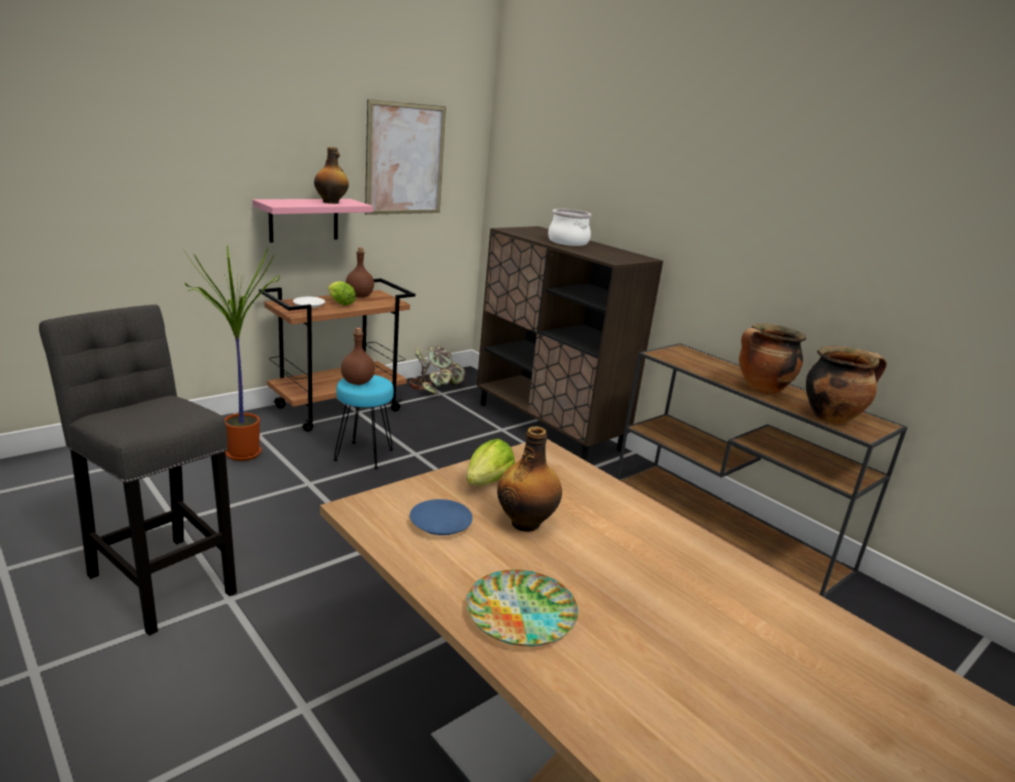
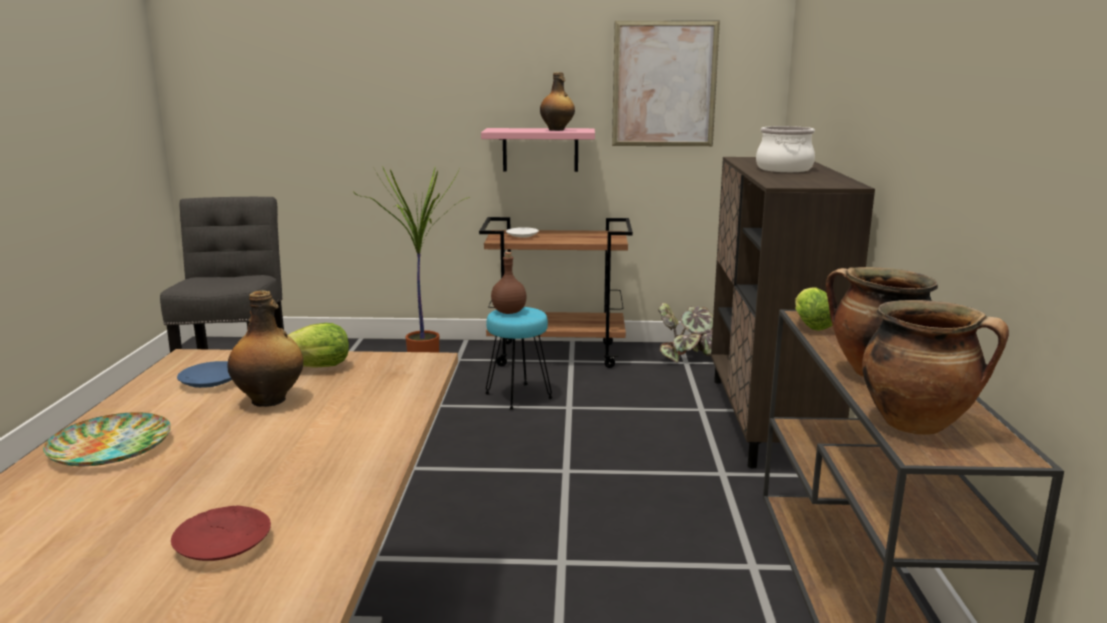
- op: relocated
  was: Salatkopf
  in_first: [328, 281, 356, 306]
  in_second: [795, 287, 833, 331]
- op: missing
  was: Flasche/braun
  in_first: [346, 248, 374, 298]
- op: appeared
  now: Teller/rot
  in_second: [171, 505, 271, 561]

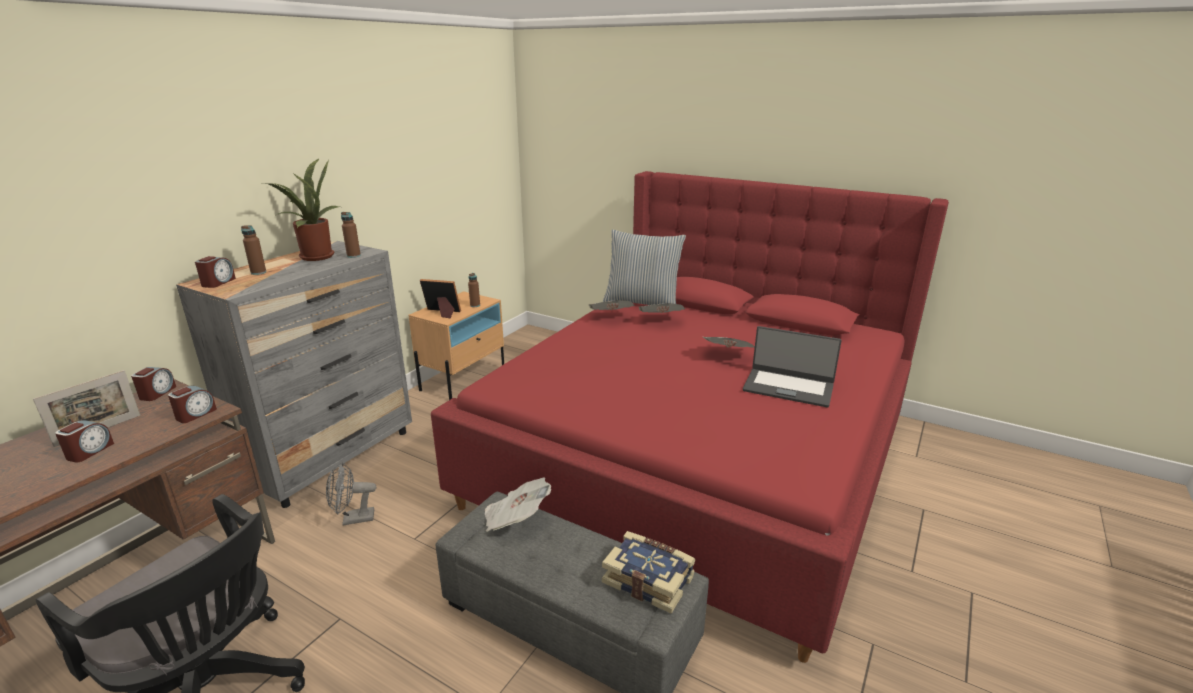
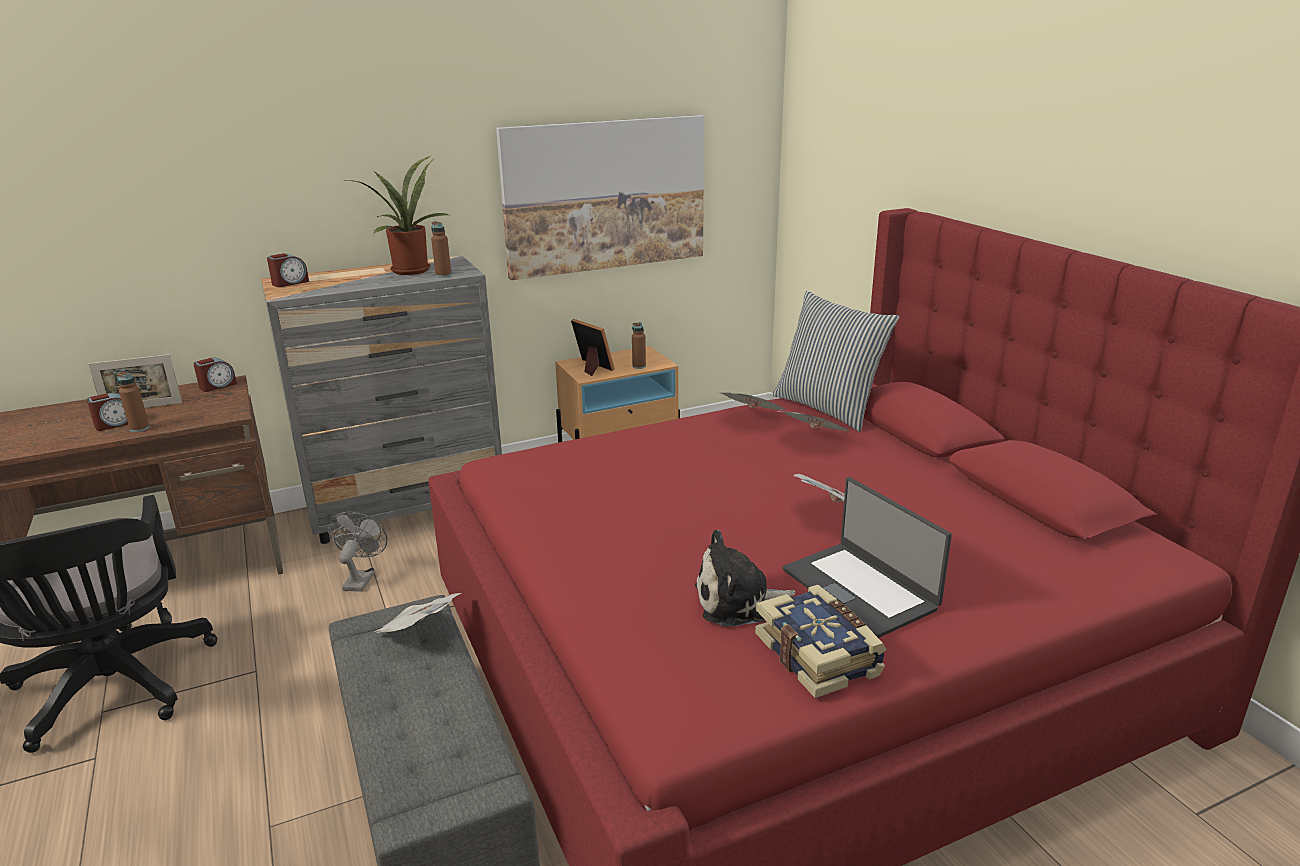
- op: missing
  was: Wecker
  in_first: [168, 386, 217, 423]
- op: relocated
  was: Flasche/braun
  in_first: [241, 225, 266, 275]
  in_second: [117, 372, 150, 432]
- op: spun
  was: Ventilator/grau
  in_first: [326, 461, 376, 525]
  in_second: [328, 512, 387, 592]
  clockwise: 75
- op: relocated
  was: Buch
  in_first: [602, 531, 695, 614]
  in_second: [755, 585, 887, 698]
- op: appeared
  now: Bild
  in_second: [496, 115, 704, 280]
- op: appeared
  now: Plüschtier
  in_second: [695, 530, 795, 626]

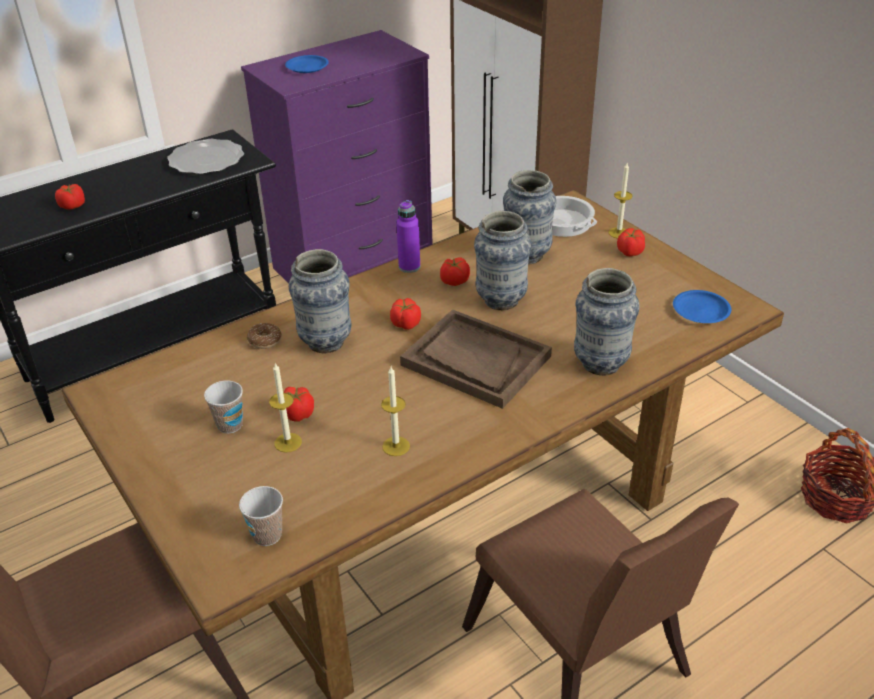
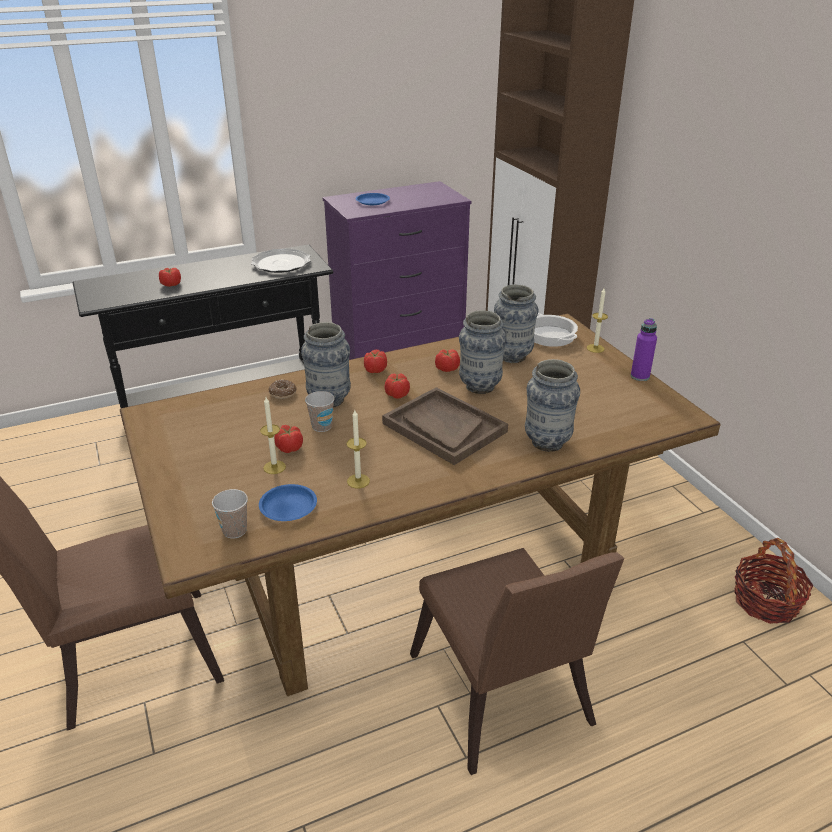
- op: relocated
  was: Tasse
  in_first: [204, 380, 243, 434]
  in_second: [305, 391, 334, 432]
- op: relocated
  was: Flasche/lila
  in_first: [396, 200, 420, 273]
  in_second: [631, 318, 657, 381]
- op: relocated
  was: Tomate
  in_first: [617, 228, 645, 256]
  in_second: [364, 350, 387, 373]
- op: relocated
  was: Teller/blau
  in_first: [673, 290, 731, 323]
  in_second: [259, 484, 317, 521]

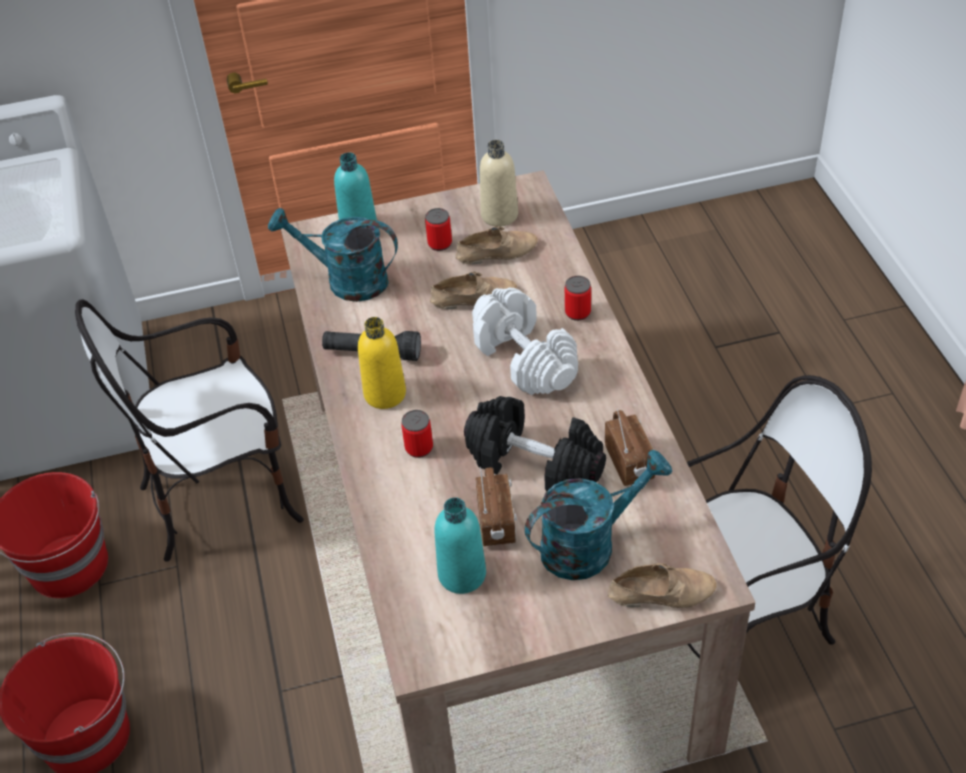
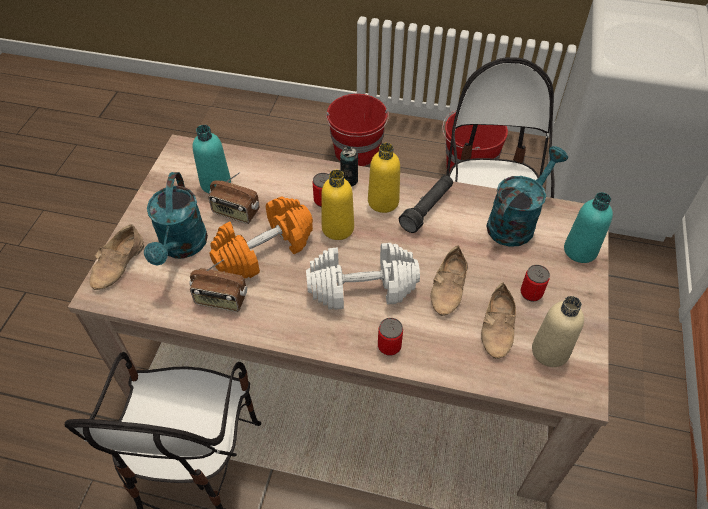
- op: colour
  was: Hantel/schwarz
  now: Hantel/orange
  in_first: [464, 396, 606, 492]
  in_second: [209, 197, 313, 279]
- op: appeared
  now: Flasche/gelb
  in_second: [321, 170, 354, 240]
- op: appeared
  now: Dose
  in_second: [340, 147, 358, 186]

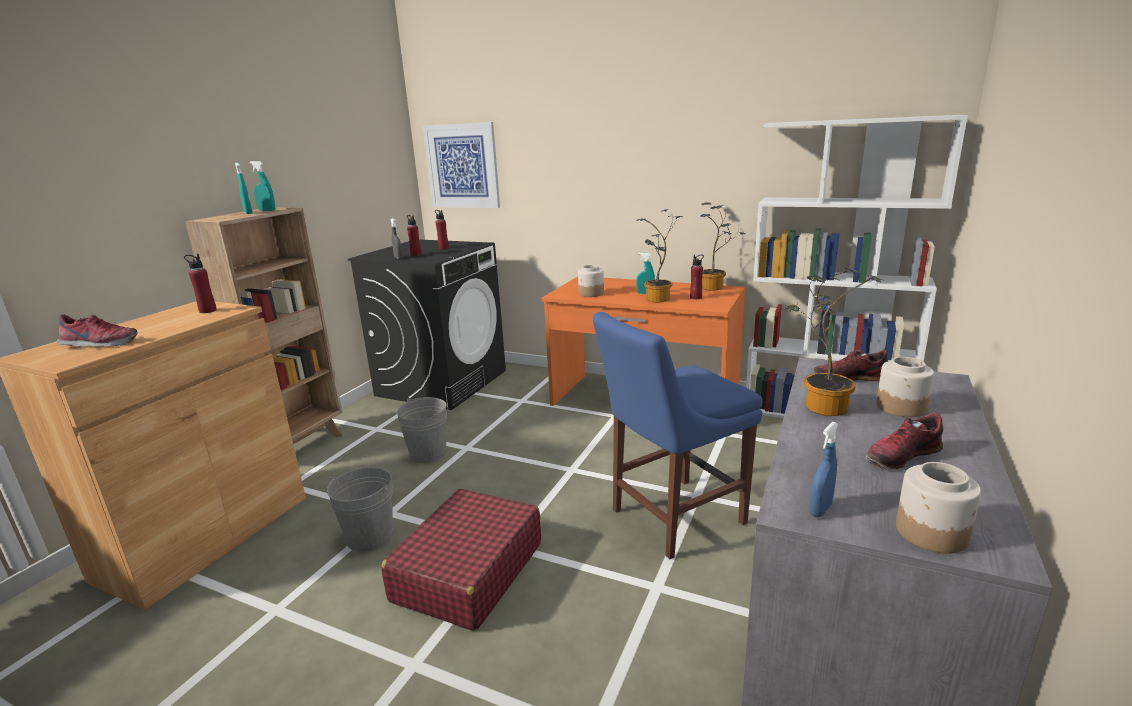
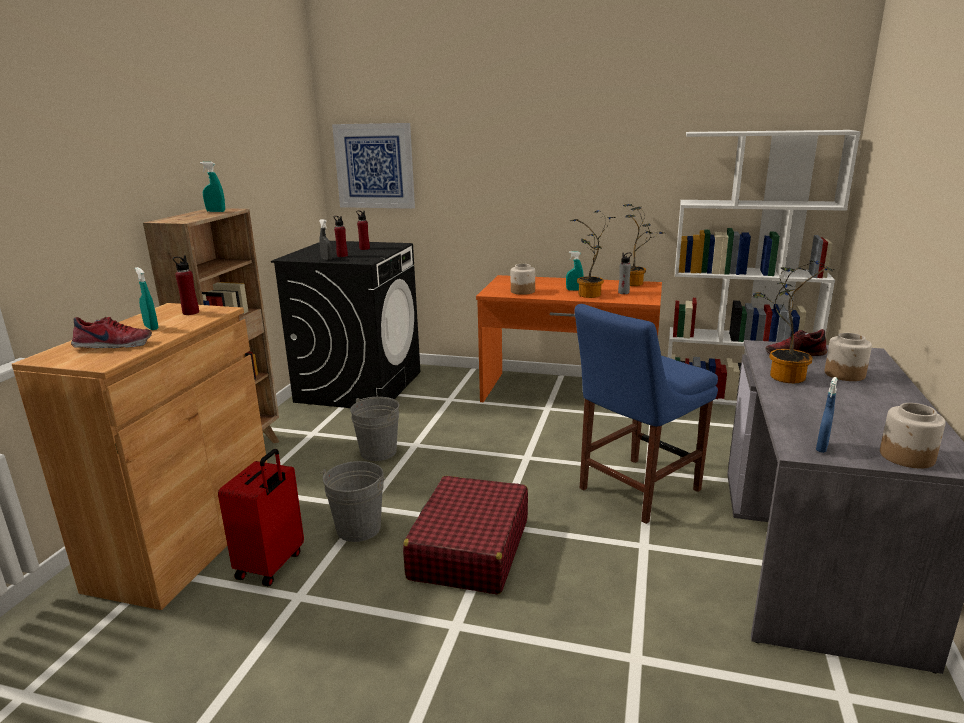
- op: relocated
  was: Sprühflasche/türkis
  in_first: [235, 162, 253, 214]
  in_second: [135, 267, 158, 330]
- op: colour
  was: Flasche/rot
  now: Flasche/grau
  in_first: [690, 255, 704, 299]
  in_second: [618, 252, 632, 294]
- op: missing
  was: Schuh
  in_first: [866, 412, 943, 470]
- op: appeared
  now: Koffer/rot
  in_second: [218, 449, 304, 586]

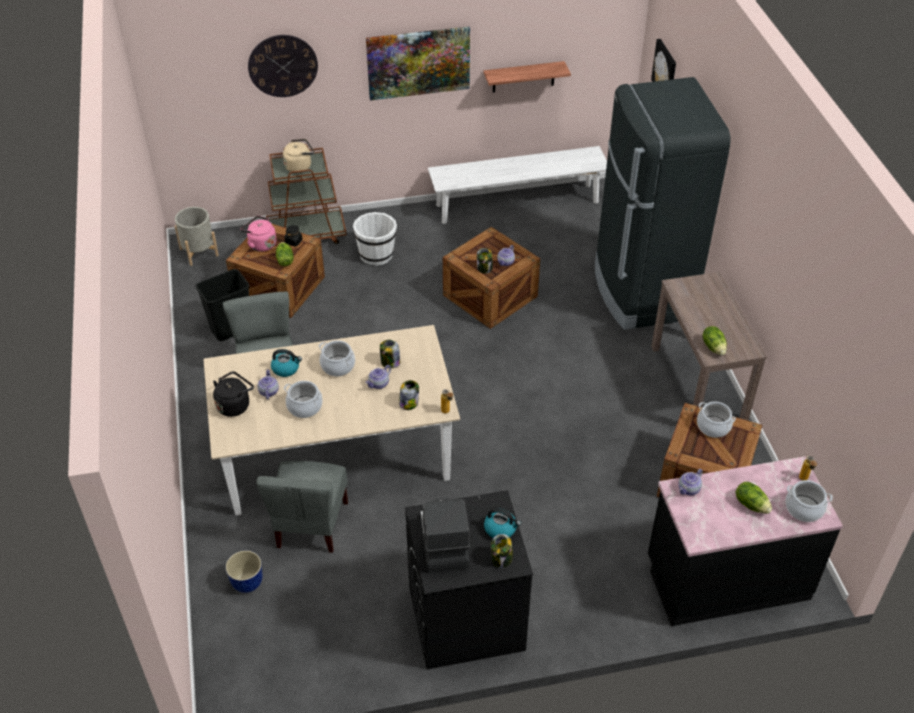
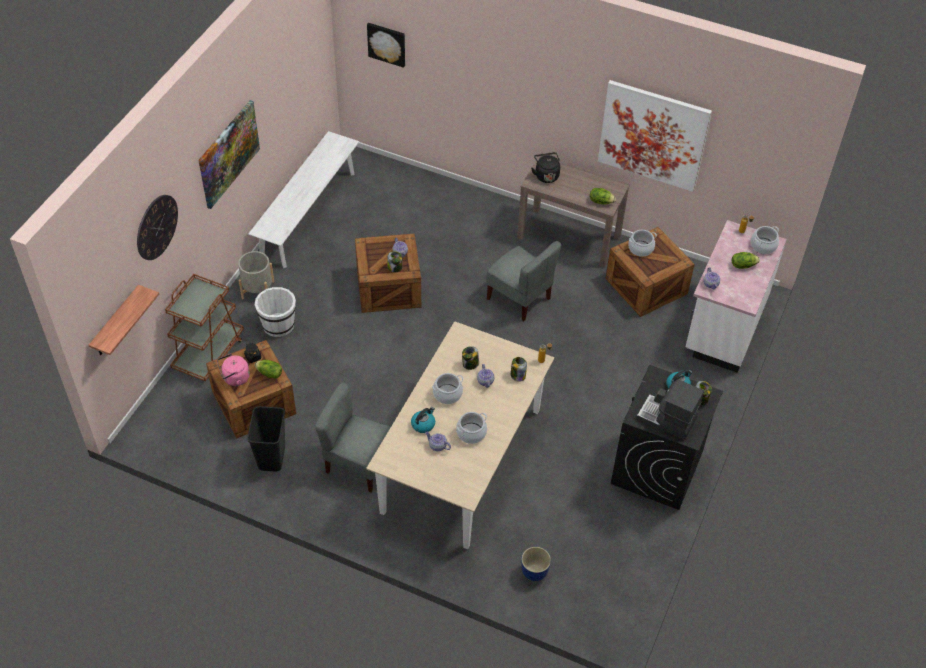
- op: relocated
  was: Pflanzkübel/grau
  in_first: [175, 207, 219, 266]
  in_second: [238, 251, 274, 300]
- op: relocated
  was: Wasserkessel/schwarz
  in_first: [213, 371, 254, 417]
  in_second: [531, 152, 560, 183]
- op: relocated
  was: Stuhl/grau
  in_first: [256, 461, 348, 553]
  in_second: [486, 241, 561, 321]
- op: missing
  was: Wasserkessel/beige
  in_first: [283, 139, 314, 173]
- op: relocated
  was: Wandregal
  in_first: [484, 61, 571, 93]
  in_second: [89, 285, 159, 355]
- op: missing
  was: Kühlschrank/schwarz
  in_first: [595, 77, 731, 330]
- op: colour
  was: Küchenzeile/schwarz
  now: Küchenzeile/weiß
  in_first: [648, 456, 843, 626]
  in_second: [685, 220, 787, 373]
- op: appeared
  now: Bild
  in_second: [598, 80, 712, 192]

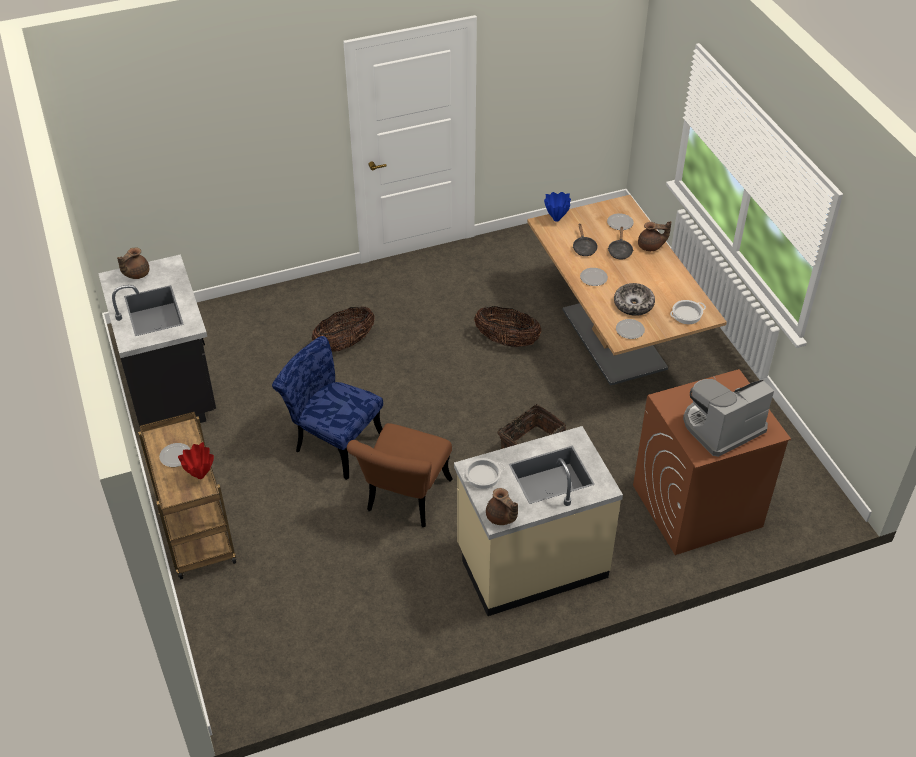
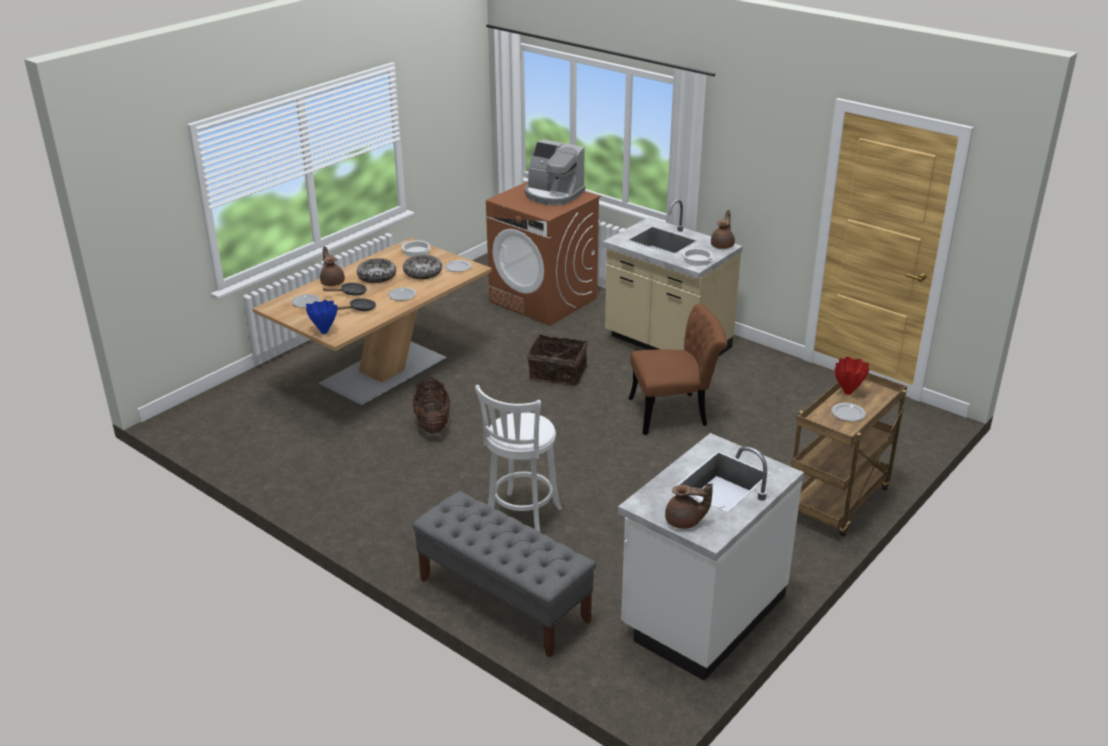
- op: colour
  was: Küchenzeile/schwarz
  now: Küchenzeile/weiß
  in_first: [98, 254, 216, 427]
  in_second: [618, 433, 804, 681]
- op: missing
  was: Stuhl/blau
  in_first: [272, 336, 383, 480]
- op: exchanged
  was: Korb
  now: Hocker/weiß
  in_first: [312, 306, 374, 352]
  in_second: [475, 385, 562, 532]
- op: appeared
  now: Schüssel
  in_second: [357, 258, 396, 283]
- op: appeared
  now: Bank/grau
  in_second: [412, 491, 596, 657]

